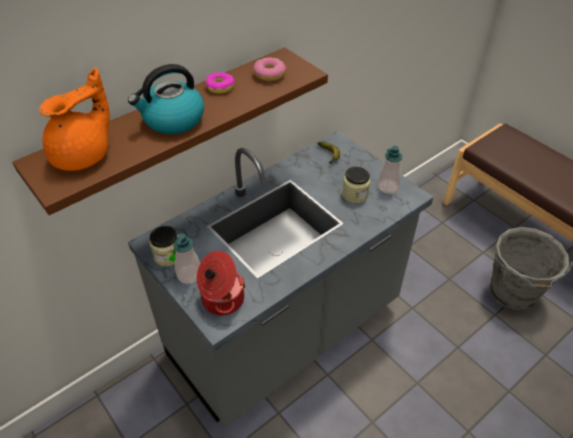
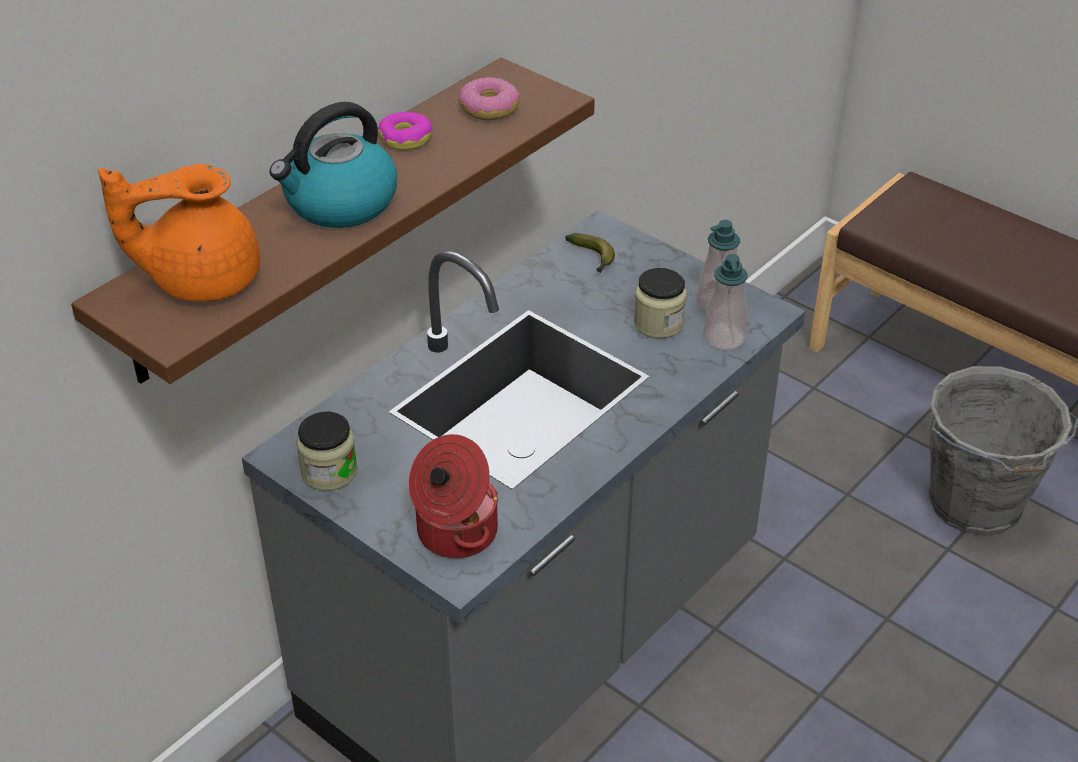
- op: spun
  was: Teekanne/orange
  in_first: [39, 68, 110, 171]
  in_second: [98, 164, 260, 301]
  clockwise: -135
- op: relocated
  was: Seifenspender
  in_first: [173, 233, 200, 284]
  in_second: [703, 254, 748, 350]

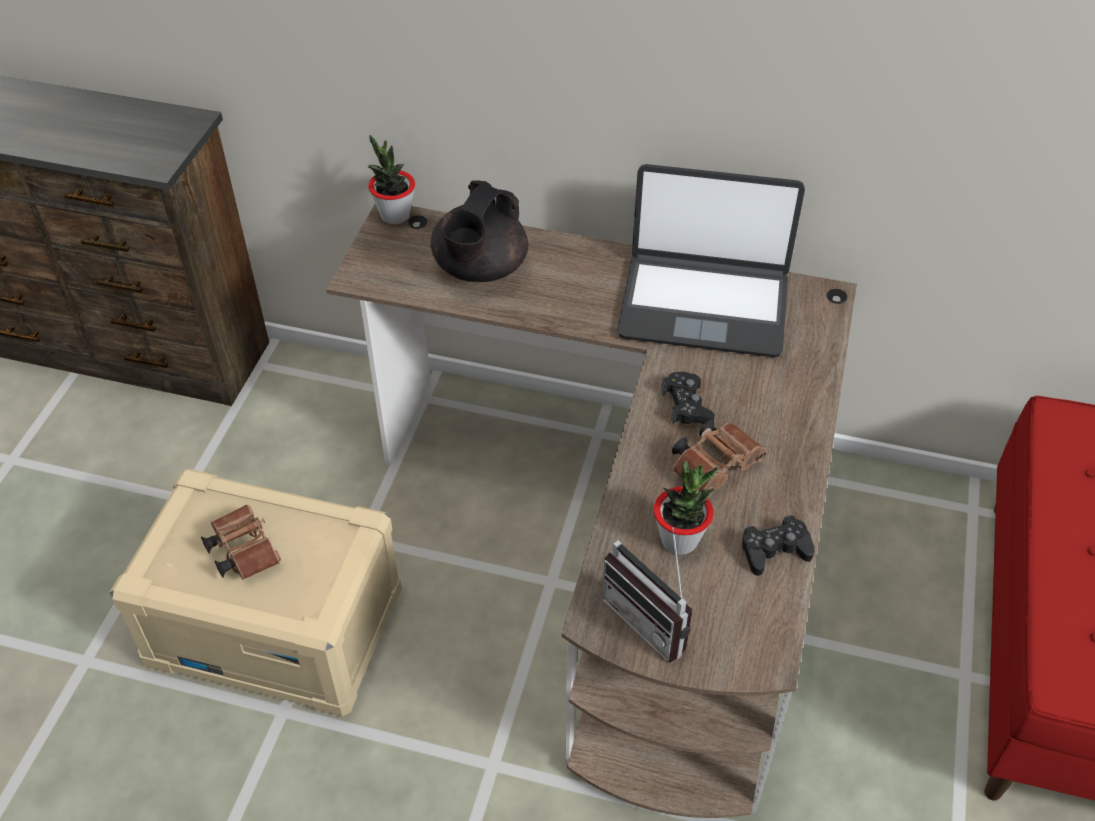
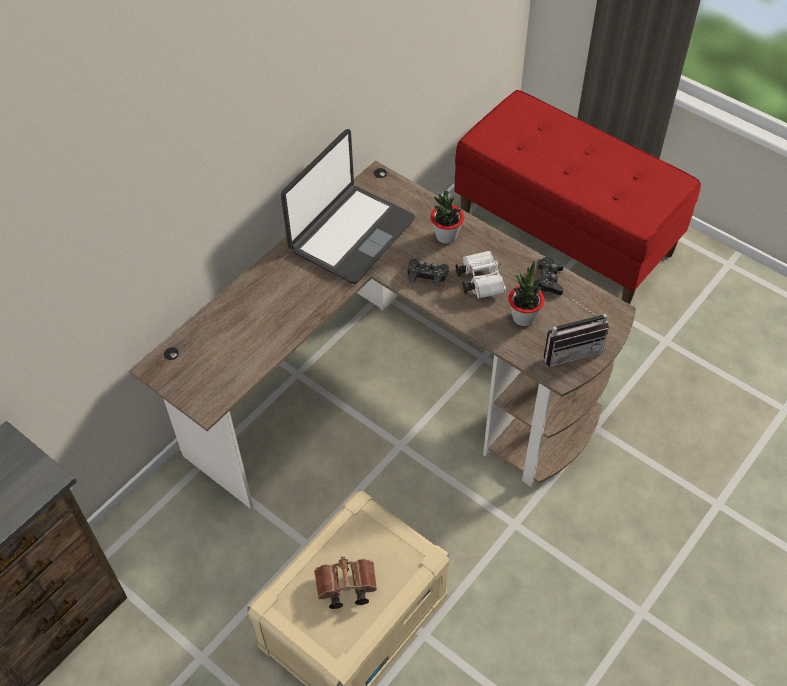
- op: relocated
  was: Topfpflanze
  in_first: [368, 135, 415, 225]
  in_second: [430, 191, 464, 244]
- op: missing
  was: Teekanne/schwarz
  in_first: [431, 180, 528, 282]
- op: colour
  was: Fernglas/braun
  now: Fernglas/weiß
  in_first: [672, 420, 767, 497]
  in_second: [456, 251, 506, 299]

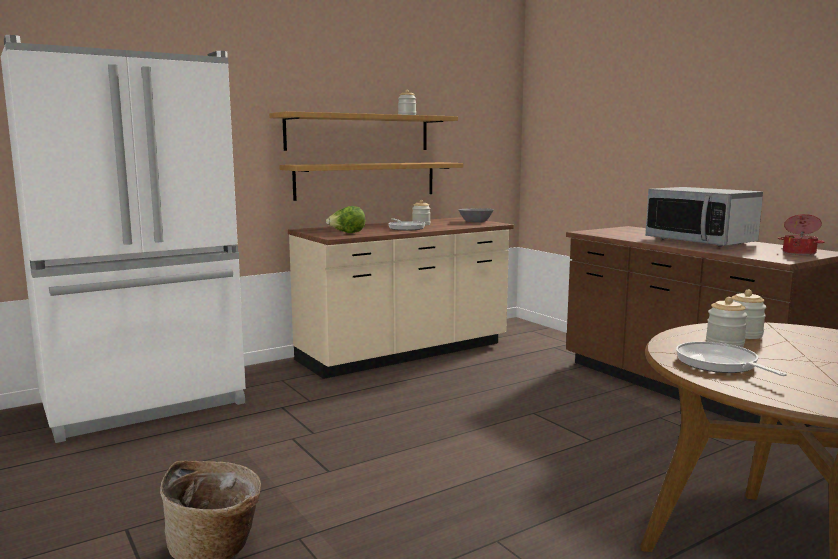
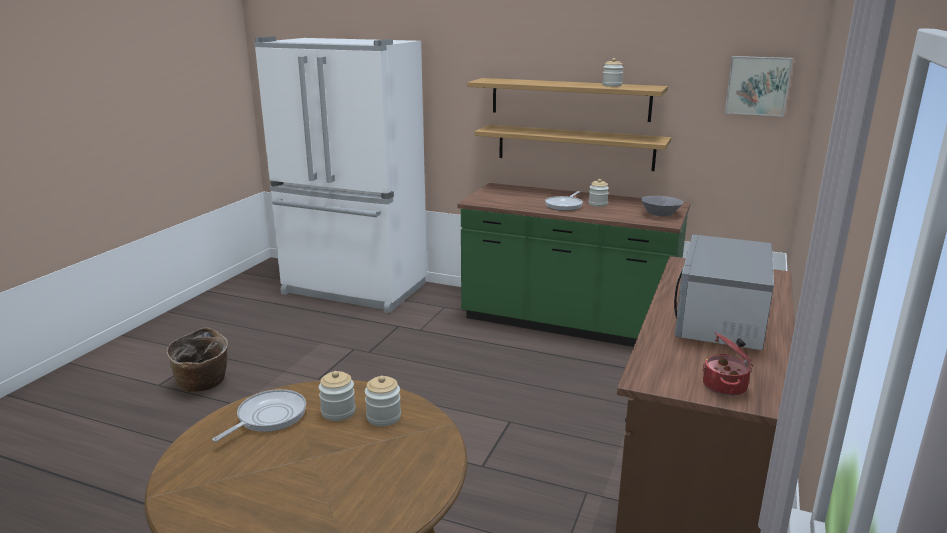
- op: colour
  was: Küchenzeile/beige
  now: Küchenzeile/grün
  in_first: [288, 217, 514, 379]
  in_second: [457, 183, 690, 347]
- op: missing
  was: Salatkopf
  in_first: [326, 206, 365, 233]
- op: appeared
  now: Bild
  in_second: [725, 56, 793, 117]

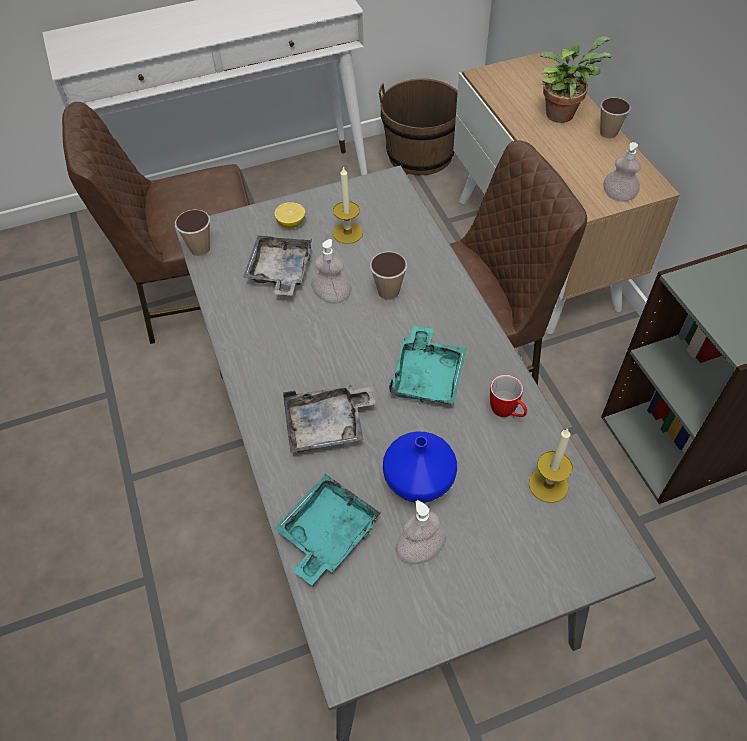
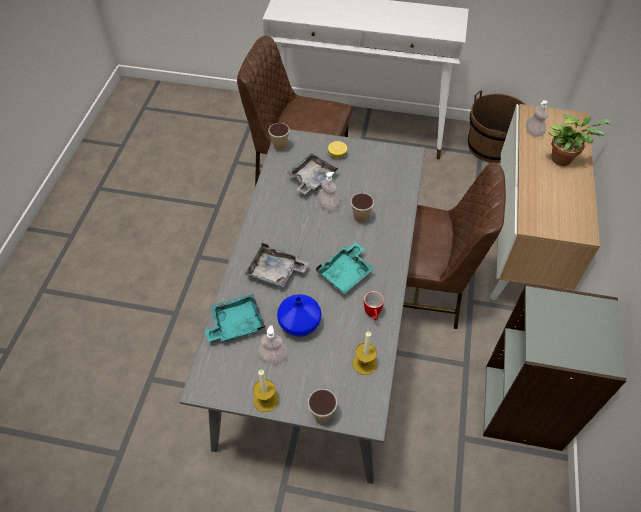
- op: relocated
  was: Kerze
  in_first: [333, 166, 363, 244]
  in_second: [253, 370, 279, 412]
- op: relocated
  was: Tasse
  in_first: [600, 97, 631, 139]
  in_second: [308, 389, 337, 423]
- op: relocated
  was: Seifenspender
  in_first: [603, 142, 641, 202]
  in_second: [526, 100, 548, 137]

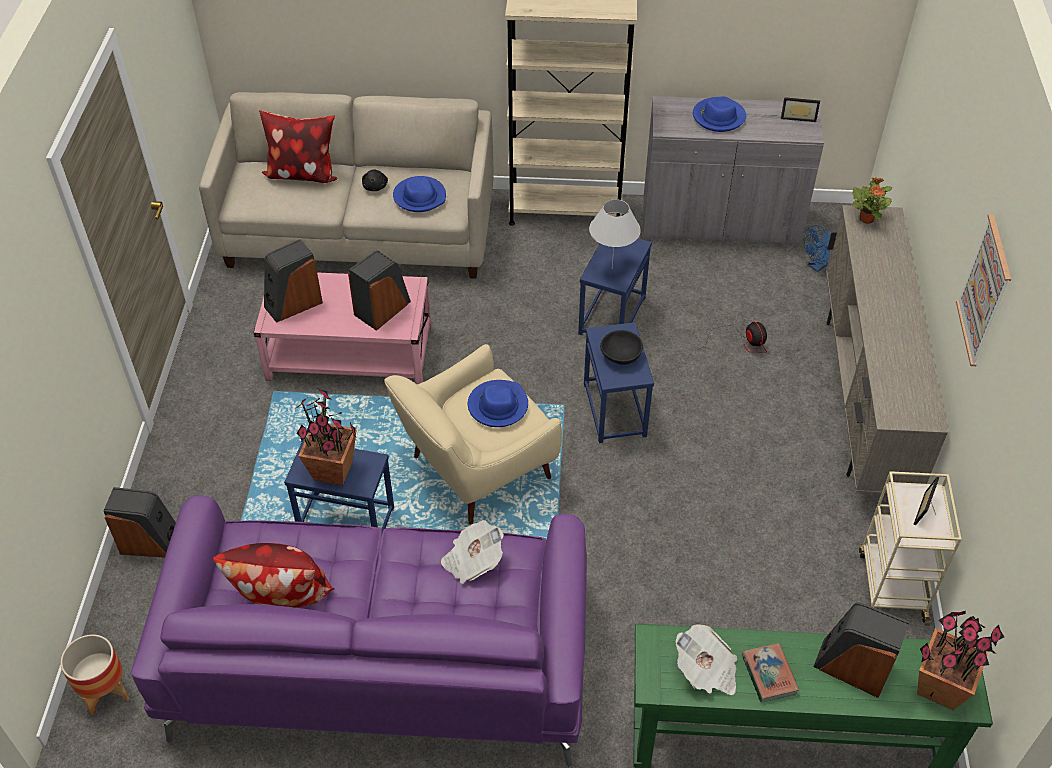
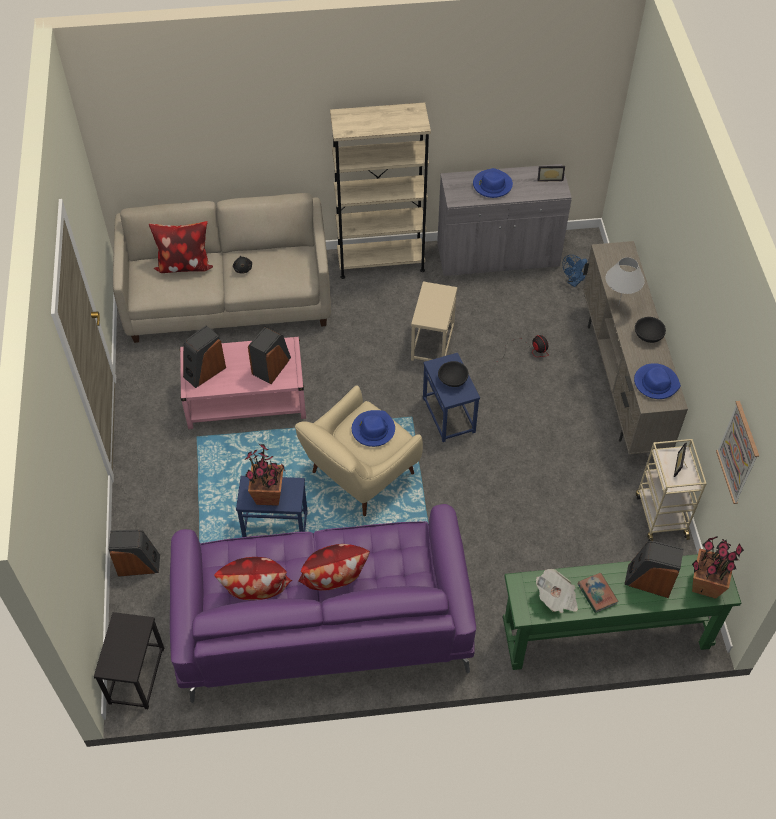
- op: exchanged
  was: Pflanzkübel
  now: Beistelltisch/schwarz
  in_first: [60, 634, 129, 715]
  in_second: [94, 612, 164, 709]
- op: relocated
  was: Hut/blau
  in_first: [393, 176, 446, 212]
  in_second: [634, 363, 681, 399]
- op: missing
  was: Zeitung
  in_first: [441, 520, 504, 584]
- op: colour
  was: Beistelltisch/blau
  now: Beistelltisch/beige
  in_first: [578, 238, 652, 335]
  in_second: [411, 281, 458, 361]
- op: relocated
  was: Tischlampe/weiß
  in_first: [589, 199, 641, 268]
  in_second: [605, 257, 645, 306]
- op: missing
  was: Topfpflanze
  in_first: [852, 177, 892, 224]
- op: relocated
  was: Bild
  in_first: [956, 214, 1011, 366]
  in_second: [716, 401, 759, 504]
- op: appeared
  now: Kissen
  in_second: [298, 544, 370, 591]
- op: appeared
  now: Schüssel/schwarz
  in_second: [635, 317, 666, 343]

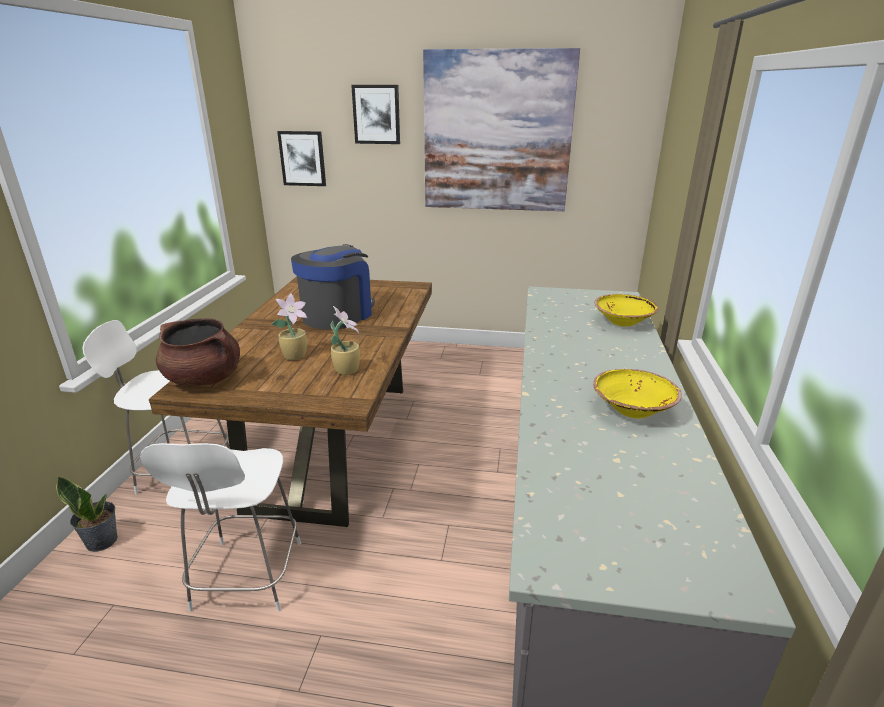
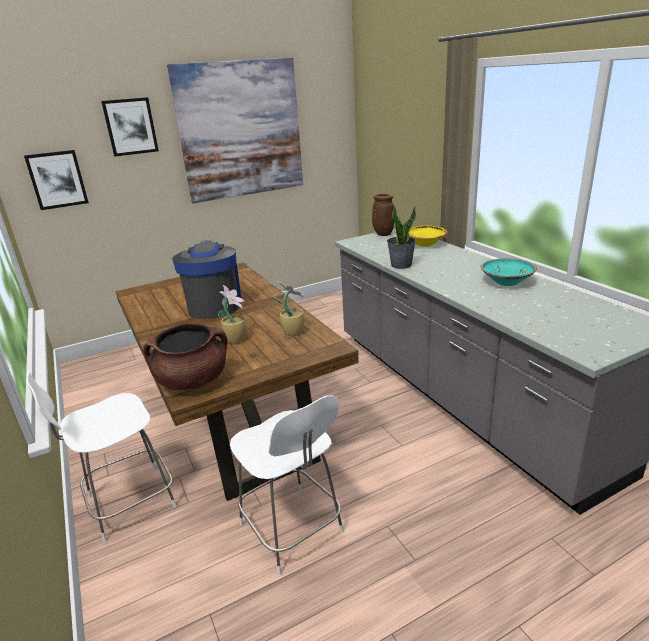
- op: relocated
  was: Topfpflanze
  in_first: [56, 477, 118, 552]
  in_second: [387, 206, 416, 269]
- op: colour
  was: Schüssel/gelb
  now: Schüssel/türkis
  in_first: [593, 369, 682, 419]
  in_second: [480, 258, 537, 286]
- op: appeared
  now: Vase/braun
  in_second: [372, 194, 395, 236]

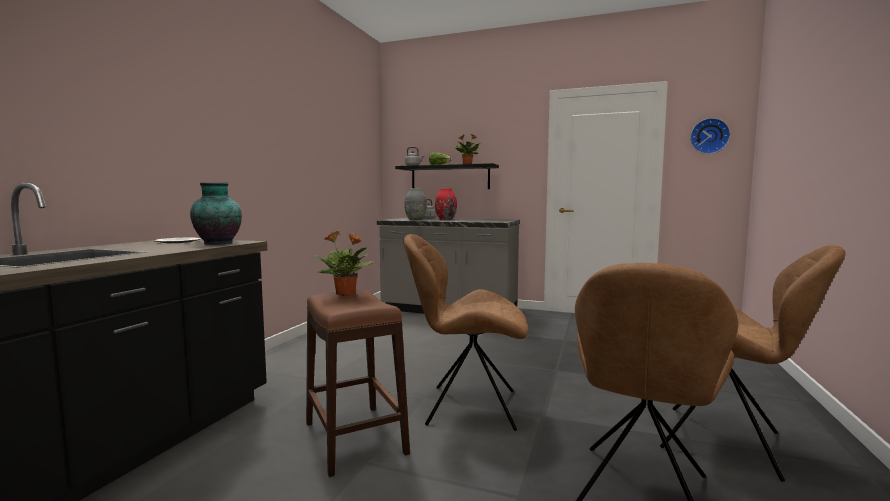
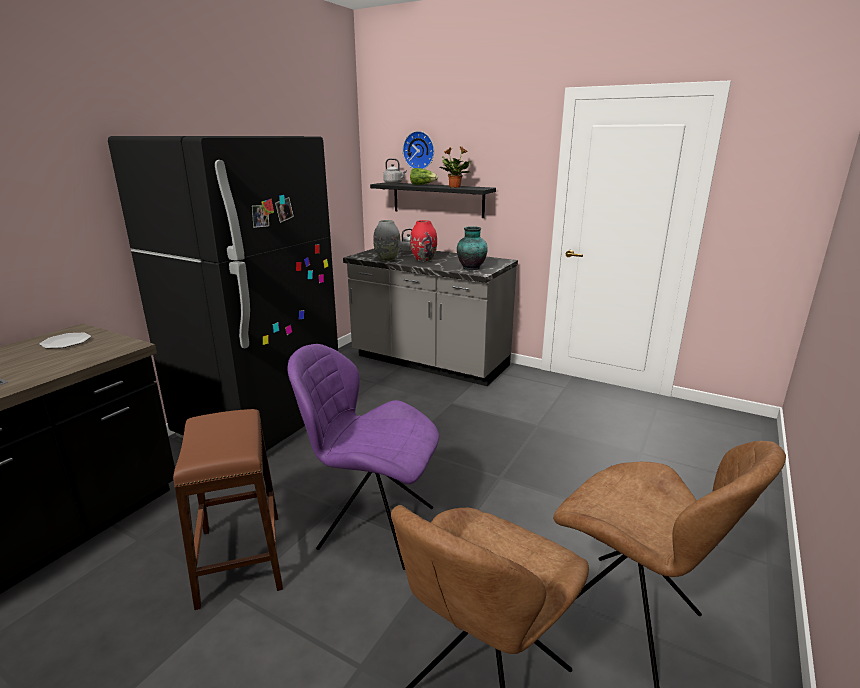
- op: relocated
  was: Vase
  in_first: [190, 182, 242, 245]
  in_second: [457, 226, 488, 270]
- op: missing
  was: Topfpflanze
  in_first: [314, 231, 374, 296]
- op: colour
  was: Stuhl/braun
  now: Stuhl/lila
  in_first: [403, 234, 528, 431]
  in_second: [288, 344, 439, 570]
- op: relocated
  was: Wanduhr
  in_first: [690, 118, 730, 154]
  in_second: [403, 131, 434, 169]
- op: appeared
  now: Kühlschrank/schwarz
  in_second: [108, 136, 338, 451]

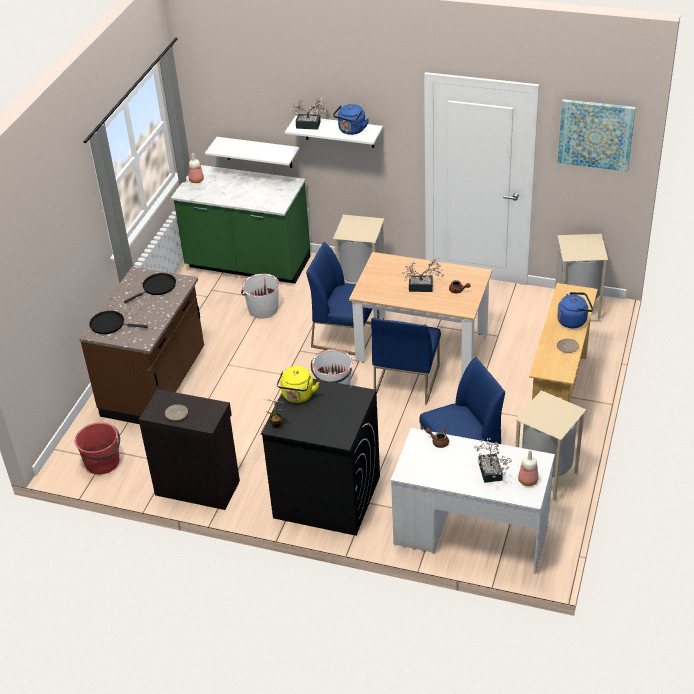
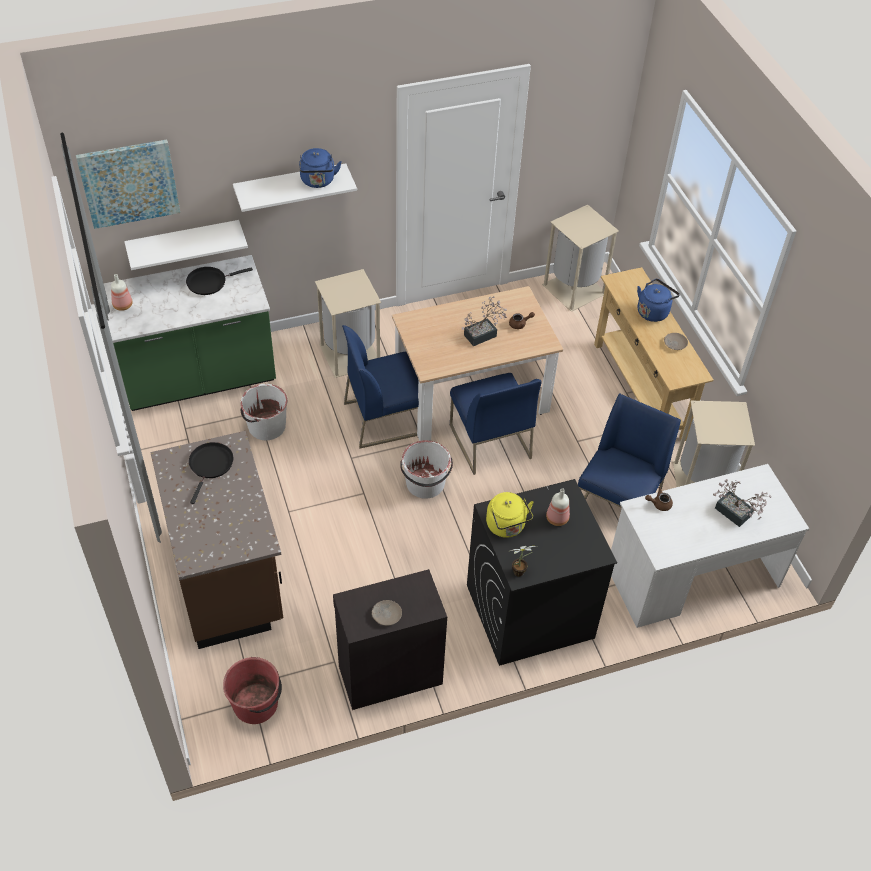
- op: relocated
  was: Pfanne/schwarz
  in_first: [89, 311, 148, 334]
  in_second: [186, 267, 253, 295]
- op: missing
  was: Topfpflanze
  in_first: [290, 96, 328, 130]
- op: relocated
  was: Flasche
  in_first: [518, 451, 539, 486]
  in_second: [546, 488, 570, 526]
- op: relocated
  was: Bild
  in_first: [558, 99, 636, 171]
  in_second: [76, 140, 180, 229]

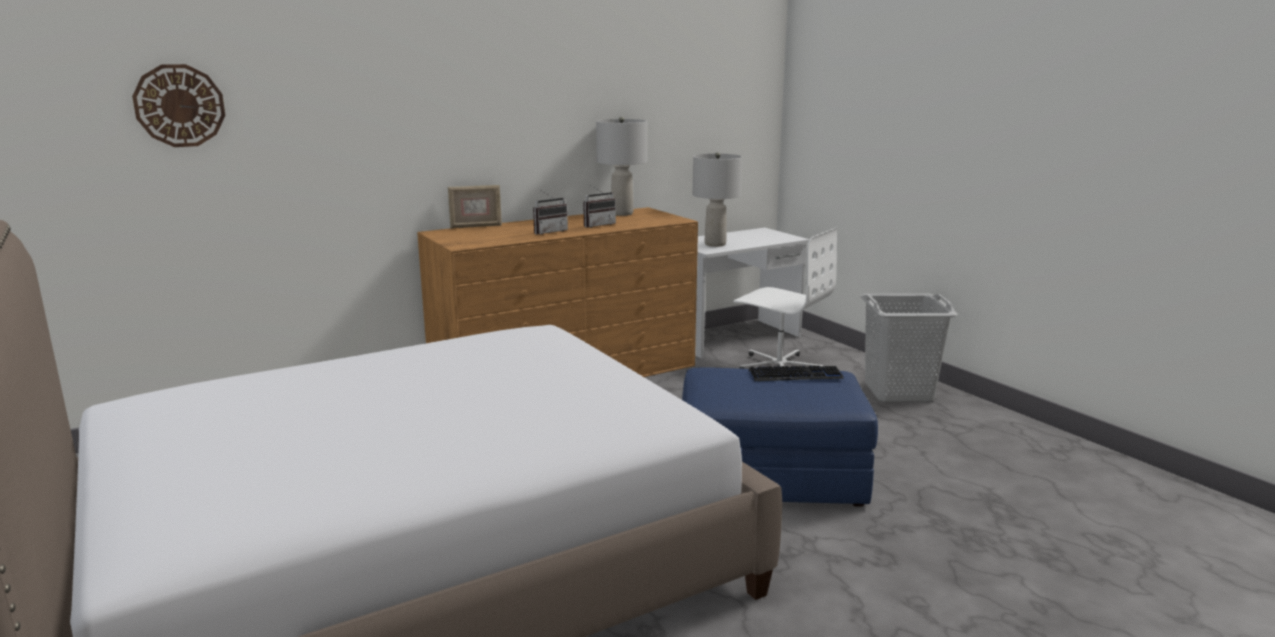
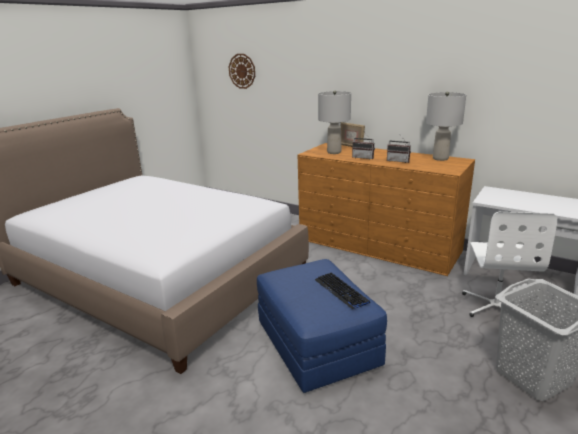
- op: relocated
  was: Tischlampe/grau
  in_first: [693, 152, 742, 247]
  in_second: [318, 90, 351, 154]

